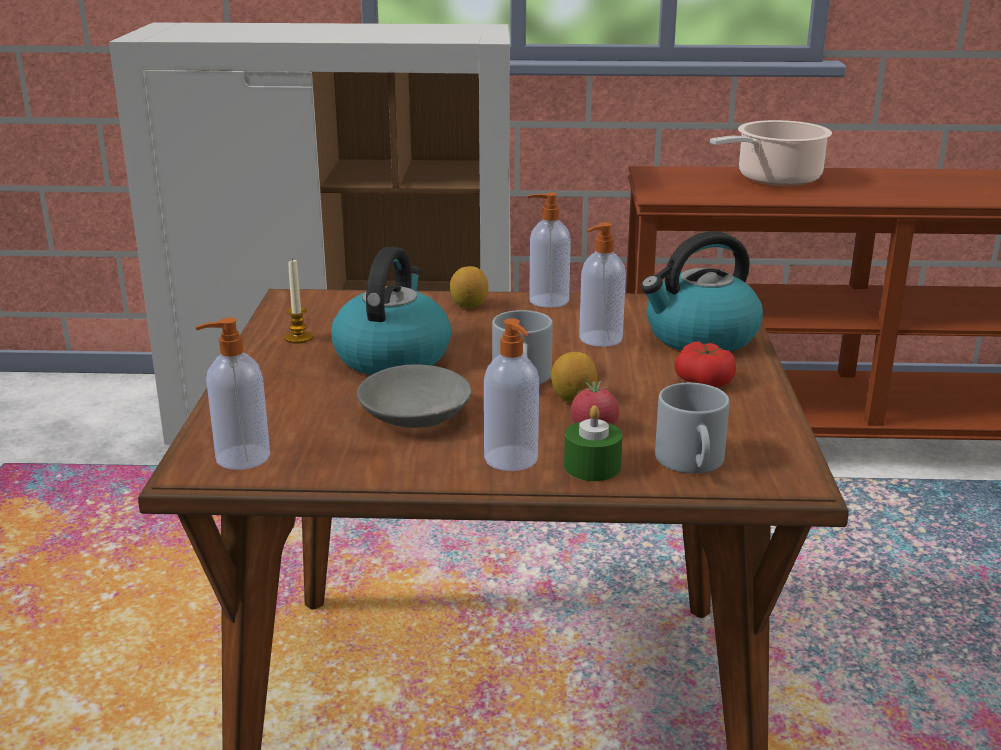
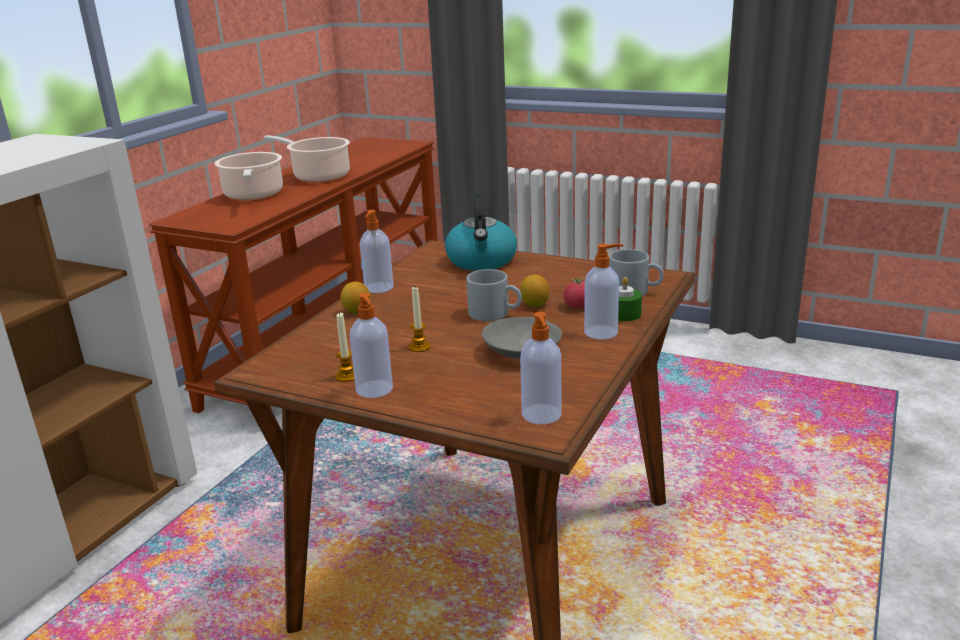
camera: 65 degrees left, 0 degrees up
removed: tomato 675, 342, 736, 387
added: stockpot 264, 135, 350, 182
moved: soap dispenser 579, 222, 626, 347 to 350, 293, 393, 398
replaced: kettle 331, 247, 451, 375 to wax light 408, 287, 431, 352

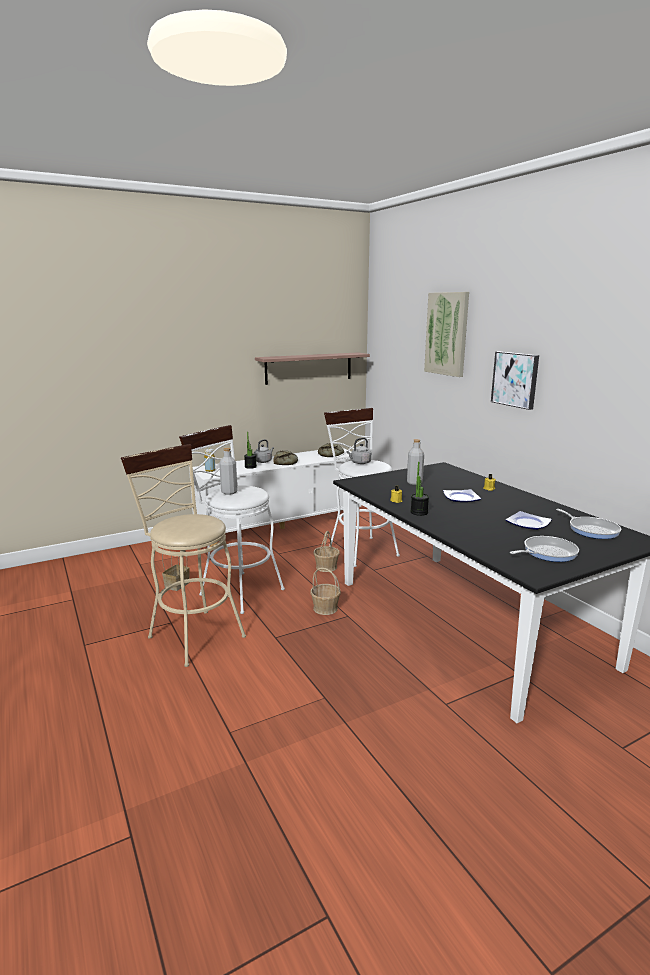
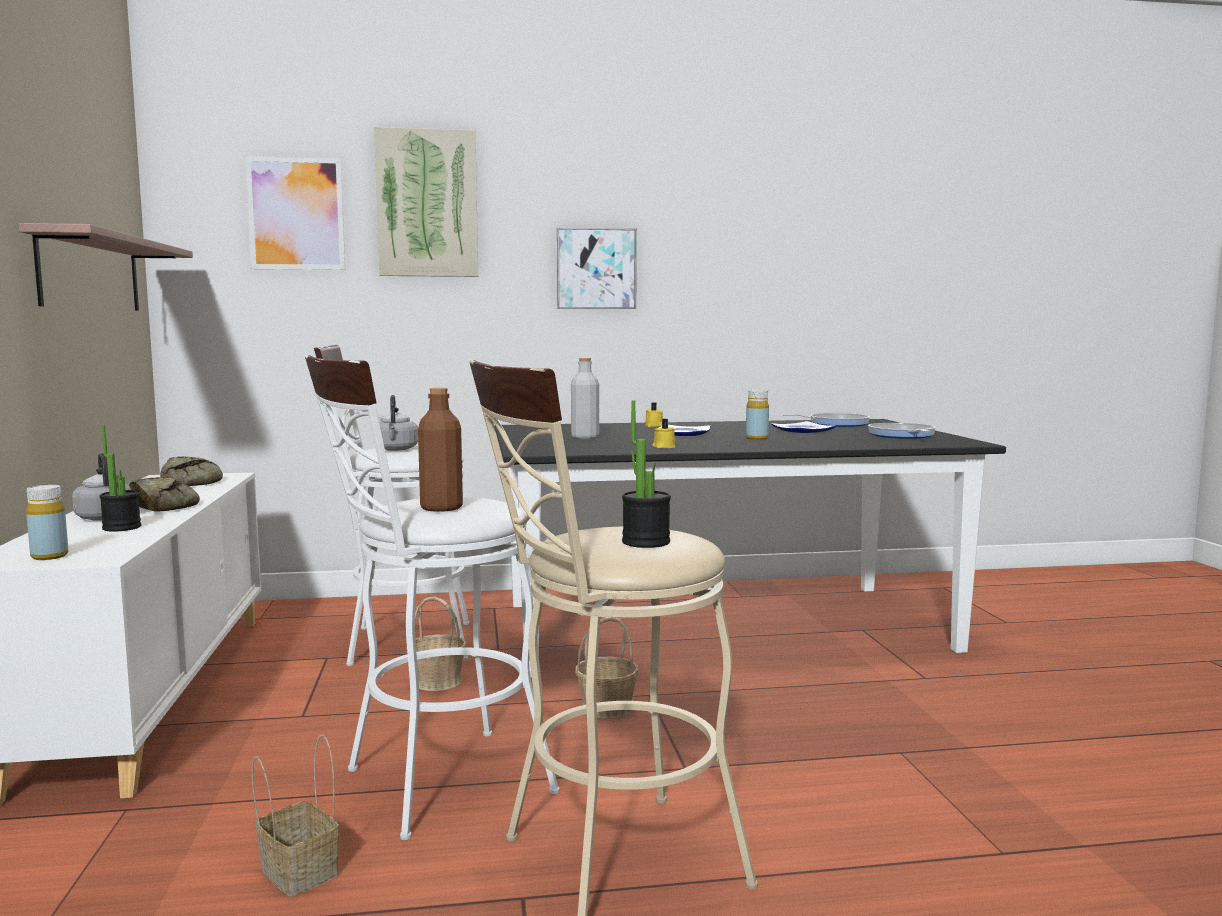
camera: 70 degrees left, 10 degrees down
added: wall picture 245, 156, 345, 270; bottle in yellow-coloured 746, 390, 769, 440
moved: plant in a pot 411, 462, 429, 516 to 622, 401, 671, 548
recoloured: bottle in grey 219, 448, 238, 495 to bottle in brown-coloured 418, 388, 463, 512

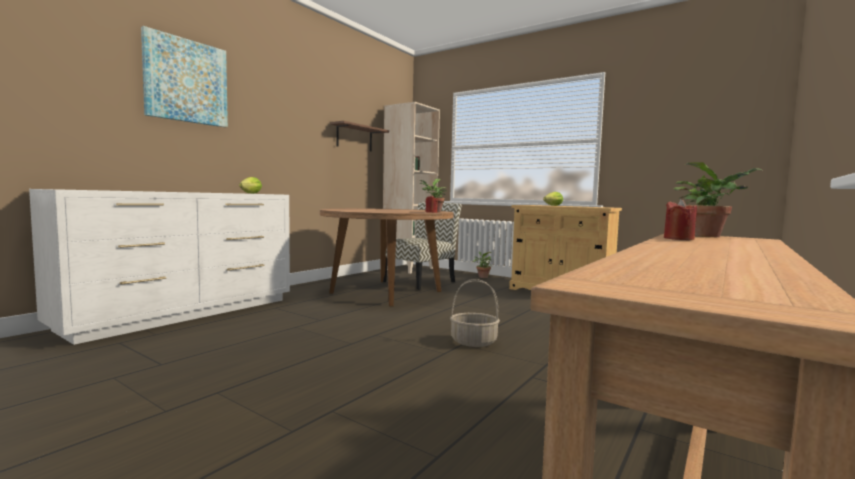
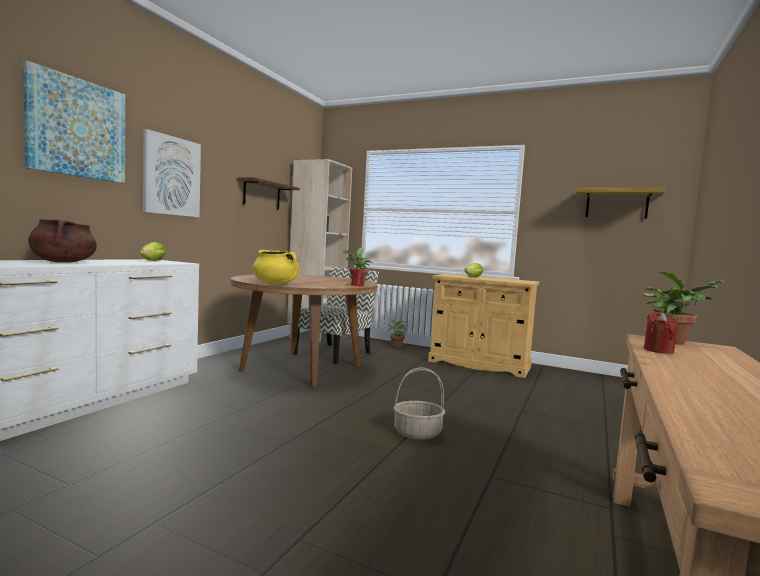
camera: 10 degrees left, 0 degrees up
added: stockpot in brown-coloured 28, 219, 97, 263; wall picture 143, 129, 201, 217; stockpot in yellow-coloured 253, 250, 300, 284; bracket shelf 576, 187, 666, 219

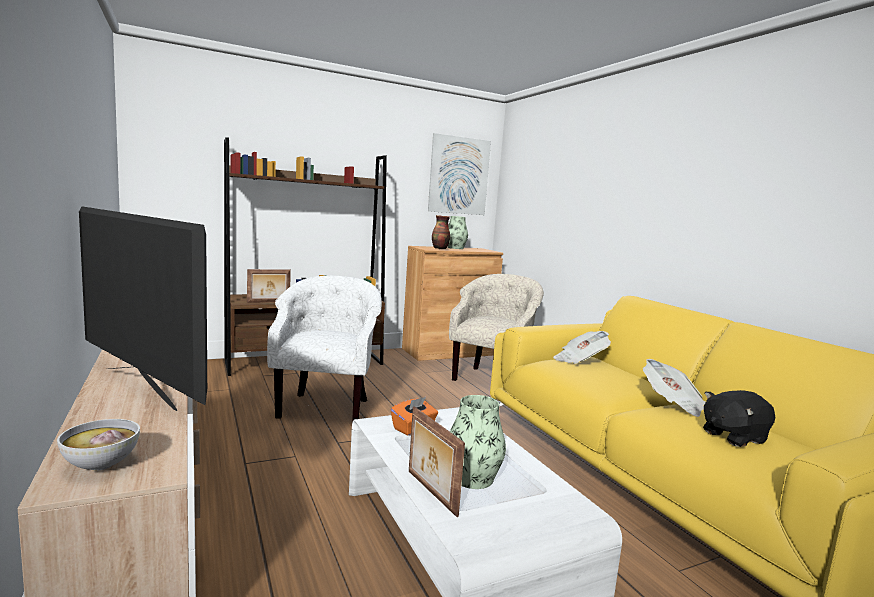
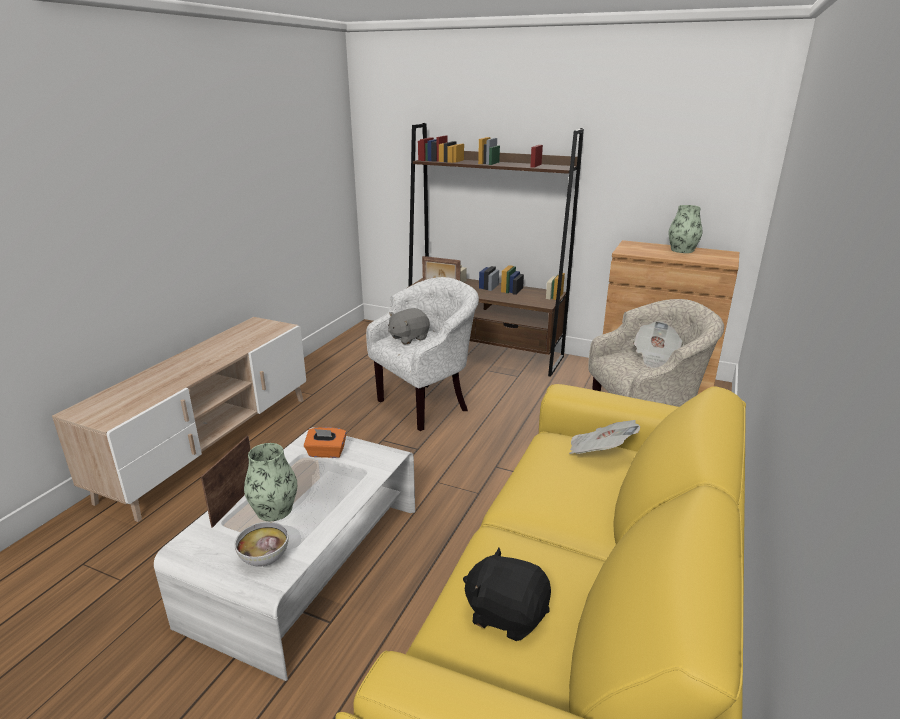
camera: 50 degrees right, 15 degrees up
removed: television 79, 206, 207, 411; wall picture 428, 133, 491, 215; flower vase 432, 215, 450, 249
added: plush toy in grey 388, 308, 430, 344
moved: serving bowl 57, 419, 140, 471 to 234, 522, 289, 567; printed paper 643, 359, 706, 417 to 633, 321, 684, 368

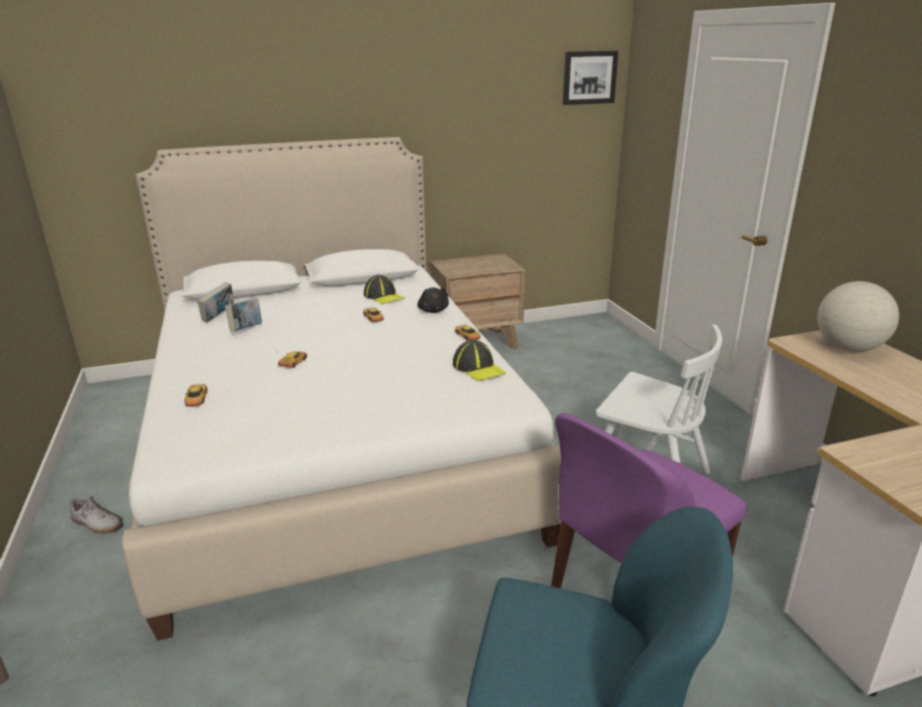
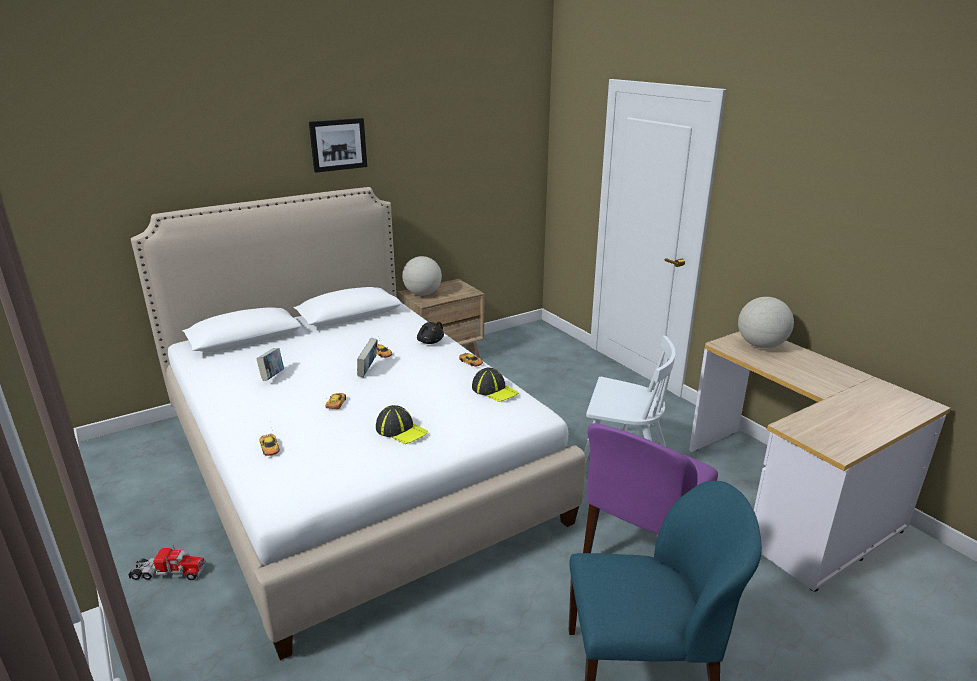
camera: 15 degrees left, 0 degrees up
added: desk globe 402, 256, 442, 296
moved: volume 197, 282, 234, 322 to 357, 338, 378, 377; baseball cap 364, 275, 405, 304 to 376, 405, 428, 444; wall picture 563, 51, 618, 105 to 309, 118, 367, 173
replaced: shoe 69, 496, 123, 533 to model truck 128, 545, 206, 580

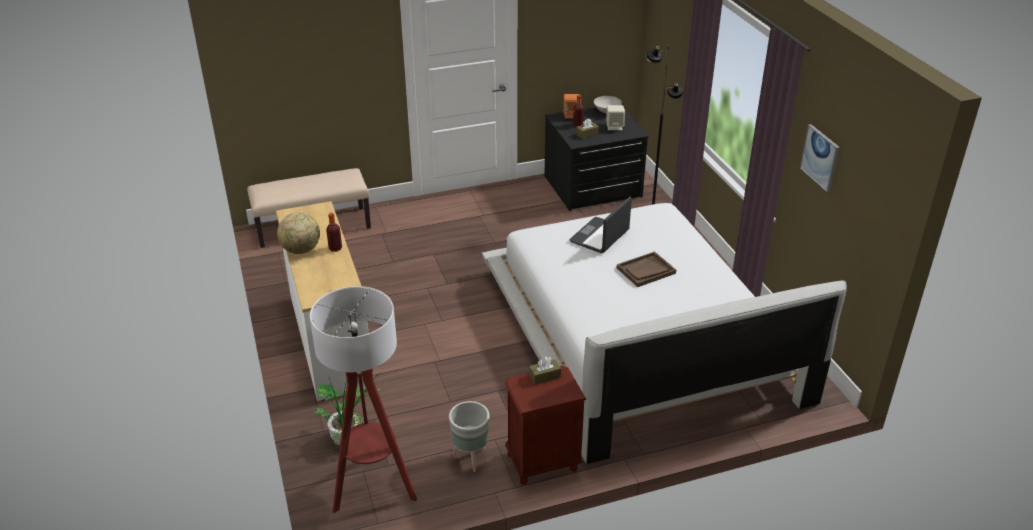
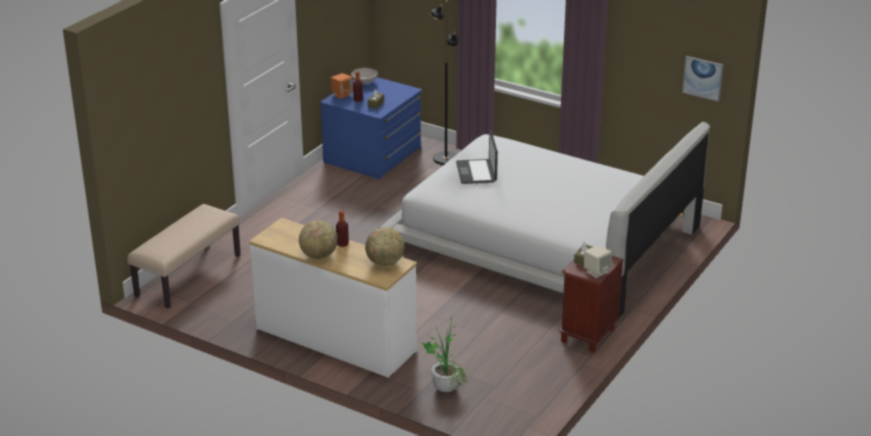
camera: 40 degrees left, 5 degrees down
removed: standing lamp 310, 286, 417, 513; flower pot in grey 449, 401, 490, 472; tray in brown-coloured 617, 251, 676, 287
added: desk globe 365, 227, 405, 266
moved: speaker in sand-coloured 606, 105, 625, 130 to 584, 245, 612, 278; wall picture 800, 124, 840, 192 to 682, 56, 724, 102
recoloured: drawer chest in black-coloured 544, 107, 649, 211 to drawer chest in bluish 320, 77, 422, 180

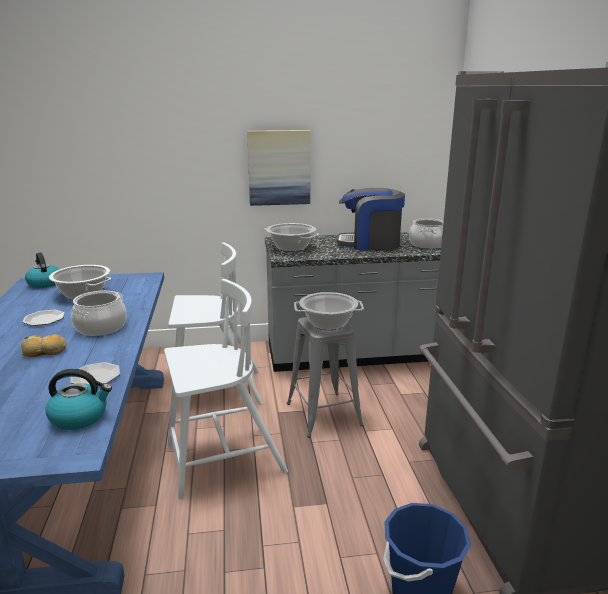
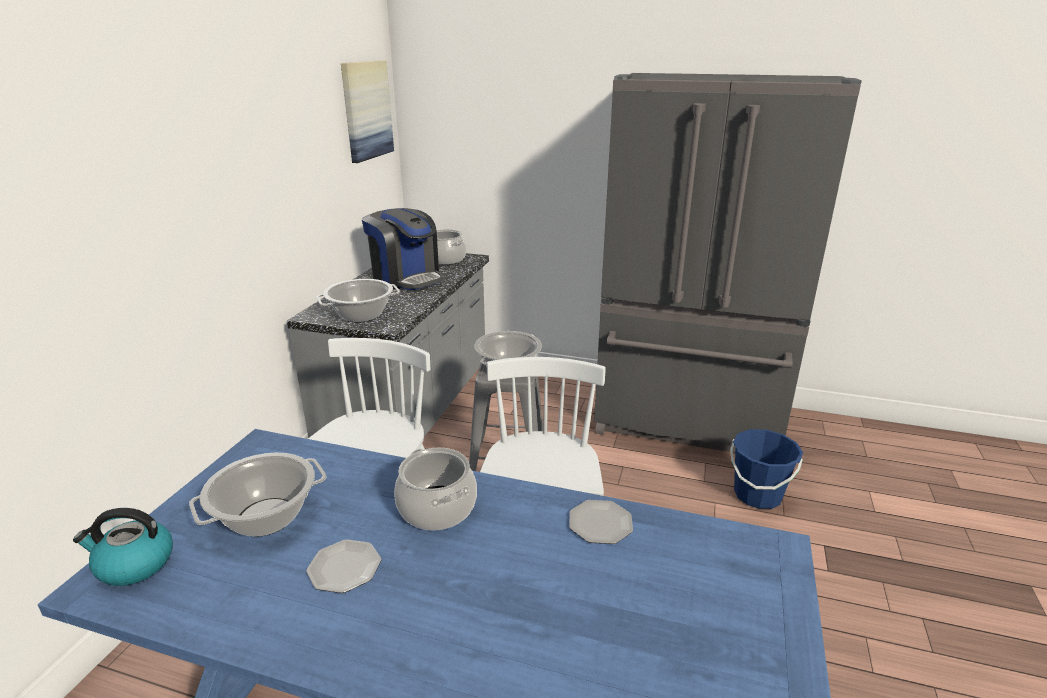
camera: 65 degrees left, 5 degrees up
removed: baked bread 21, 334, 67, 357; kettle 45, 369, 112, 430
moved: wall picture 247, 130, 311, 206 to 341, 60, 394, 163
turned: coffee brewer 337, 188, 405, 251 = 362, 208, 444, 290 75 degrees counterclockwise

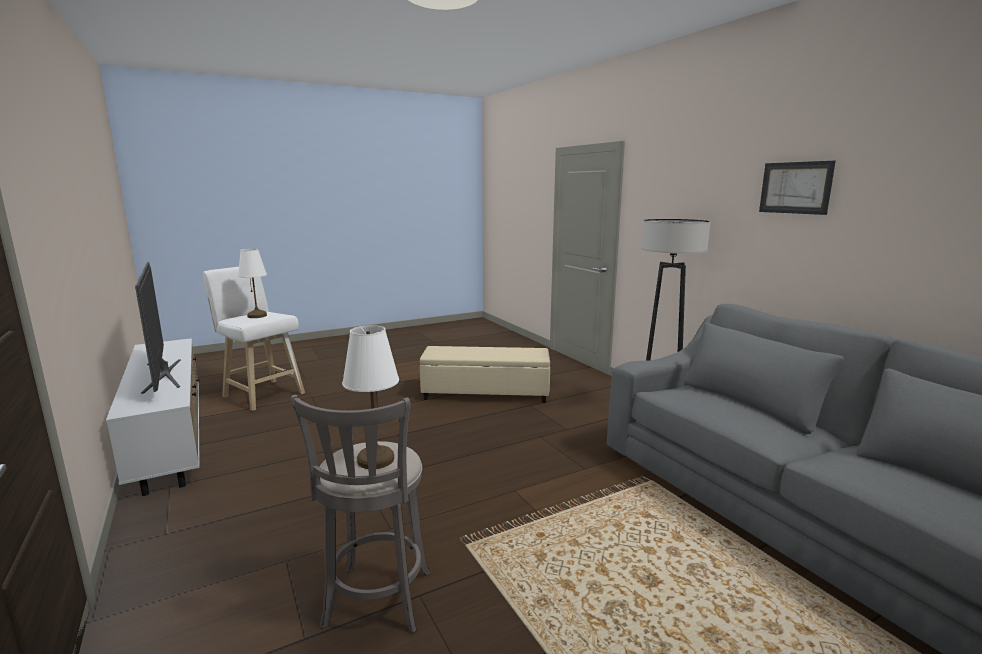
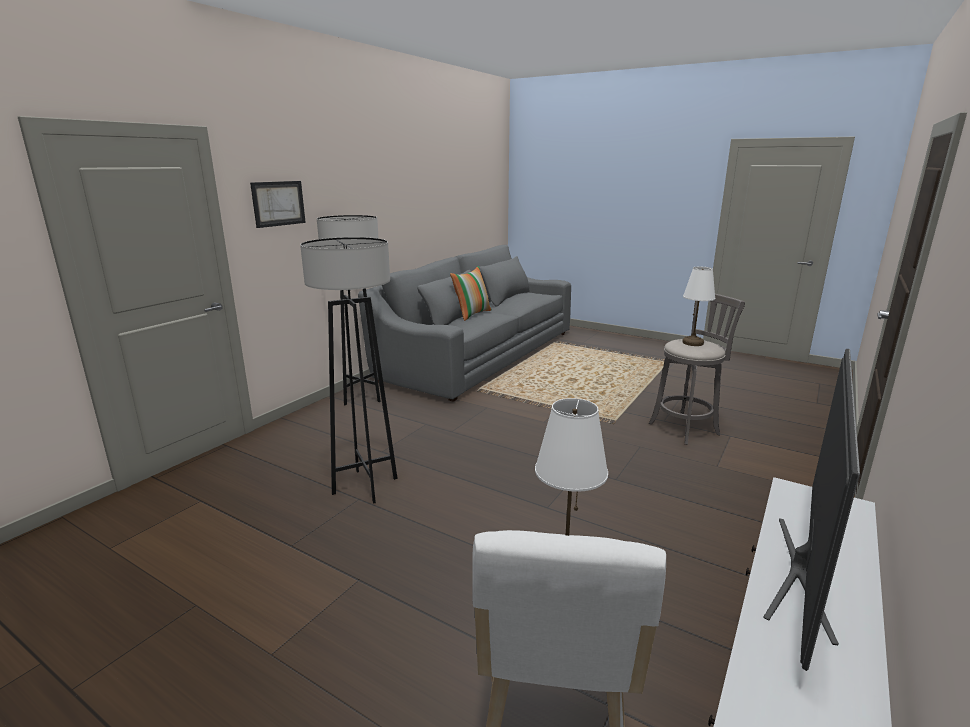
camera: 120 degrees left, 5 degrees up
added: throw pillow 450, 266, 492, 321
moved: wall picture 759, 161, 836, 215 to 250, 181, 306, 228
replaced: pouffe in sand-coloured 420, 346, 550, 403 to standing lamp in grey 300, 237, 398, 503

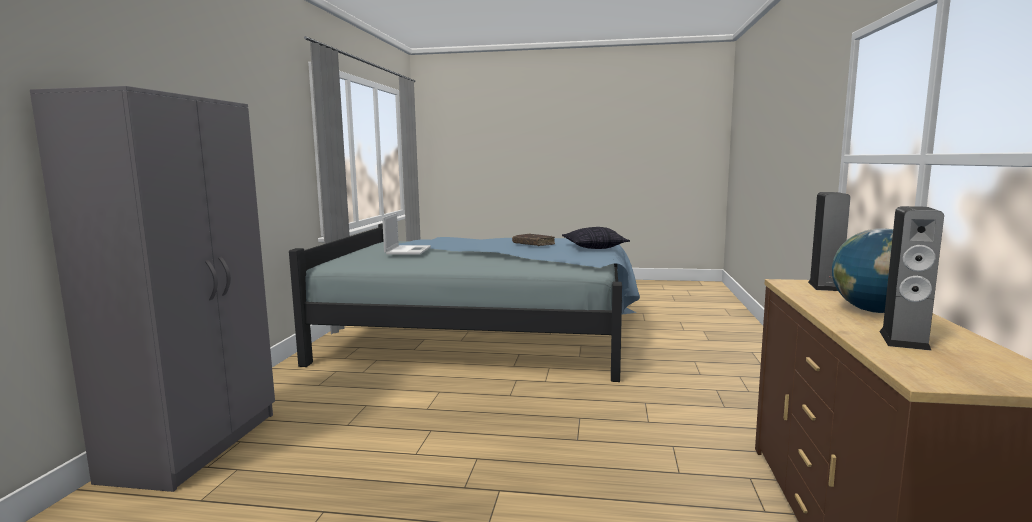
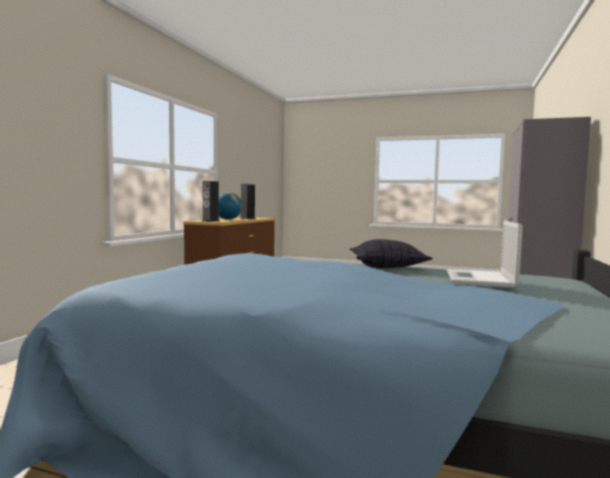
camera: 170 degrees left, 5 degrees down
removed: volume in brown-coloured 512, 233, 555, 246
moved: throw pillow 562, 227, 630, 249 to 349, 239, 433, 268

